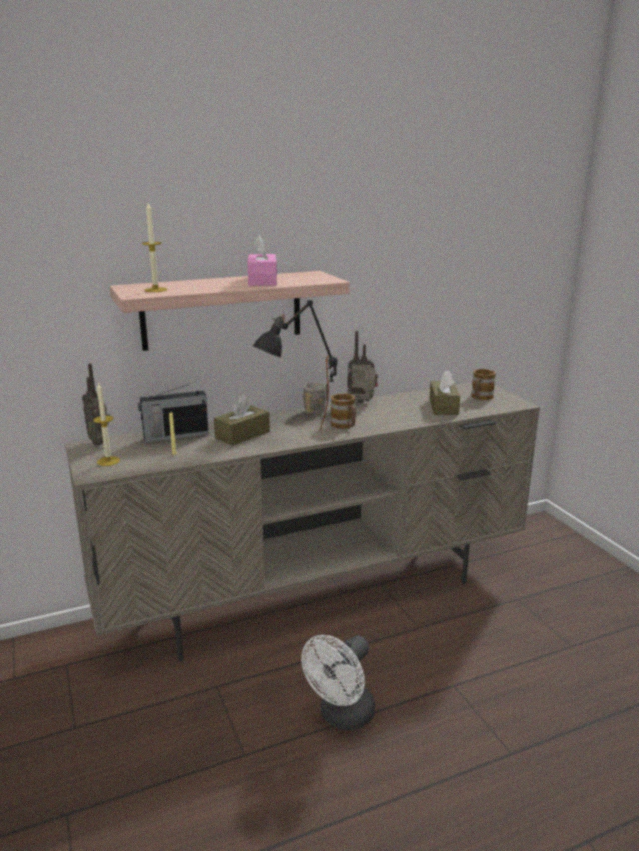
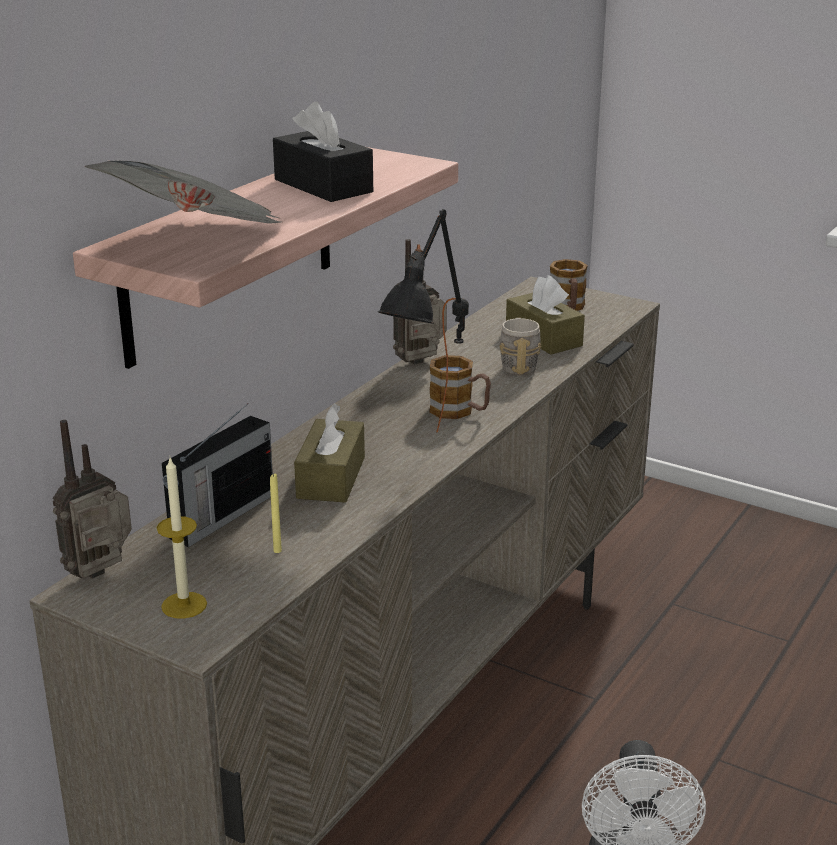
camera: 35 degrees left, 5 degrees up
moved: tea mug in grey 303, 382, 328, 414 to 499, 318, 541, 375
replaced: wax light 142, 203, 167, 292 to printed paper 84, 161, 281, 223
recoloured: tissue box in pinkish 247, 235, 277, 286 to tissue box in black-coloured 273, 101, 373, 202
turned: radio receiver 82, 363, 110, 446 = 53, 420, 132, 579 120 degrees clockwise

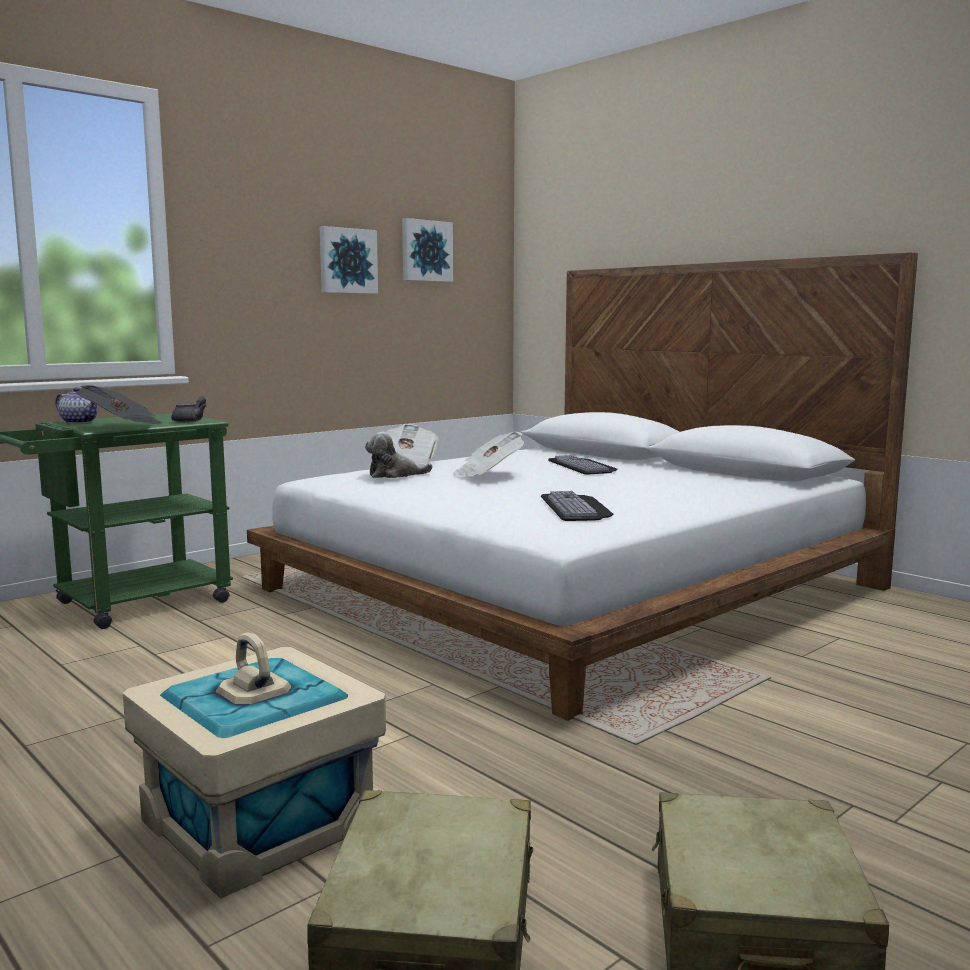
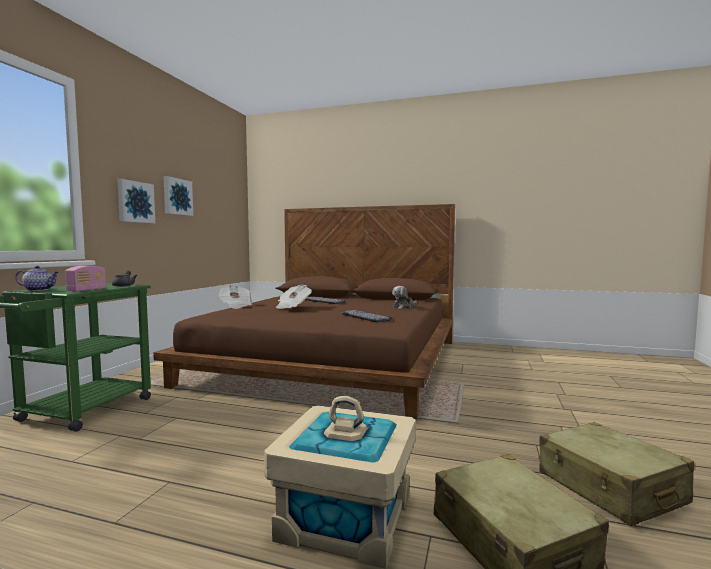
camera: 30 degrees left, 5 degrees down
moved: plush toy 365, 432, 433, 478 to 392, 286, 417, 309; wall picture 402, 218, 453, 282 to 117, 179, 155, 224
replaced: printed paper 76, 385, 163, 424 to radio receiver 65, 266, 106, 292
recoloured: sleeping bed in whitish 247, 252, 918, 721 to sleeping bed in brown-coloured 153, 204, 455, 420

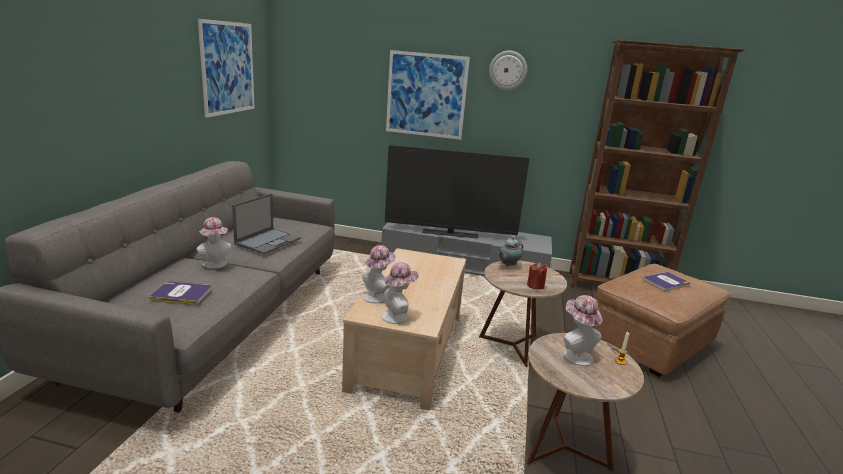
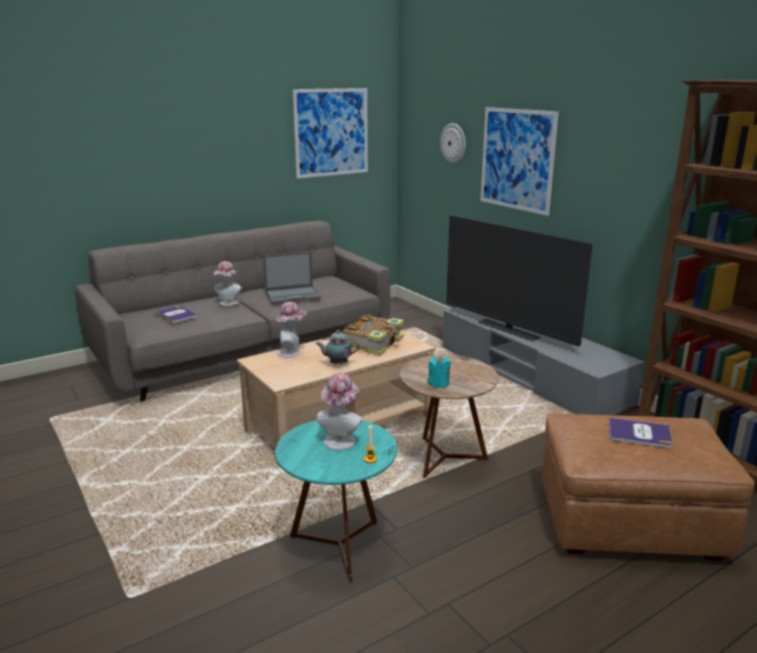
camera: 45 degrees right, 0 degrees up
removed: wearable hat 382, 262, 419, 324
added: volume 342, 315, 404, 355
moved: hanging clock 489, 51, 527, 90 to 440, 123, 466, 164; pot for tea 498, 236, 523, 266 to 316, 330, 359, 365
recoloured: wax light in reddish 527, 263, 547, 289 to wax light in blue-green 428, 356, 451, 388; side table in brown-coloured 527, 333, 644, 472 to side table in blue-green 275, 420, 397, 582

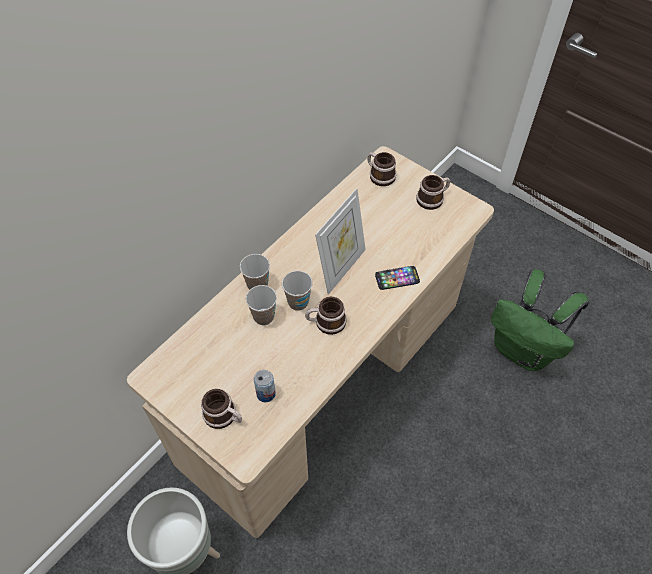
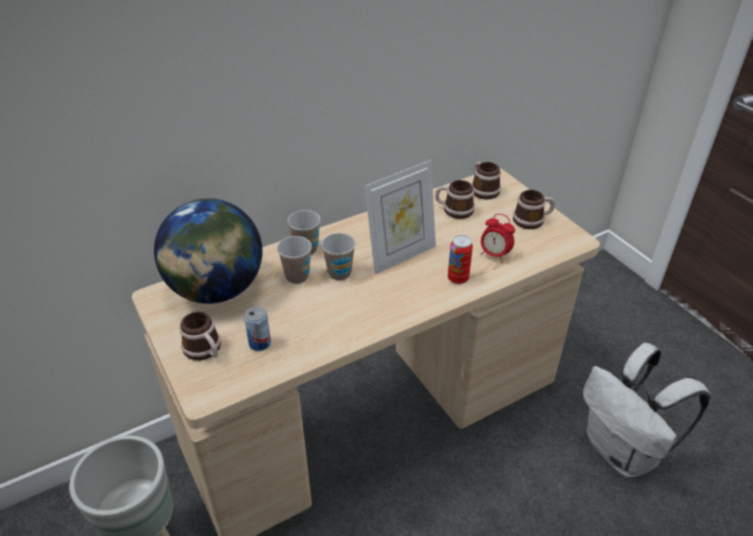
camera: 20 degrees right, 15 degrees down
added: desk globe 154, 198, 262, 304; table clock 481, 214, 515, 263
moved: tea mug 305, 297, 347, 335 to 435, 180, 475, 219
replaced: telephone 375, 266, 420, 290 to metal can 448, 235, 473, 284
recoloured: rucksack in greenish 491, 269, 590, 371 to rucksack in whitish 583, 342, 710, 478

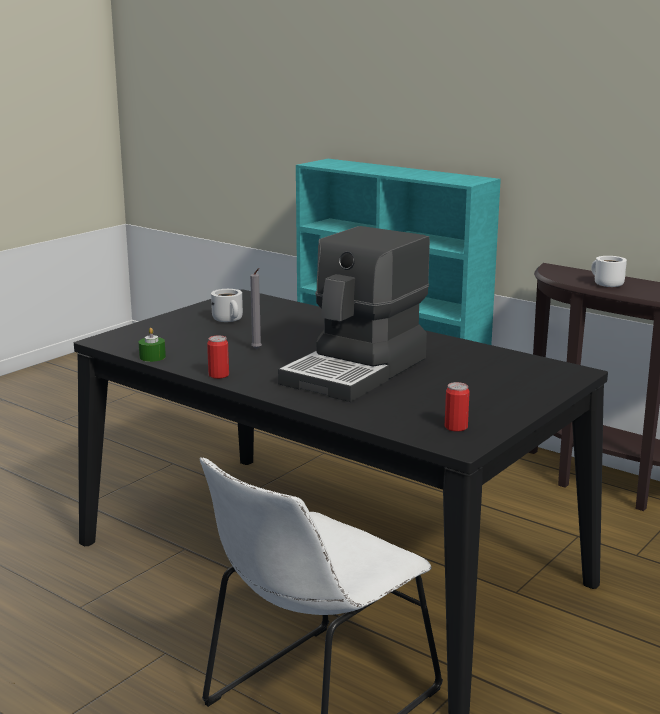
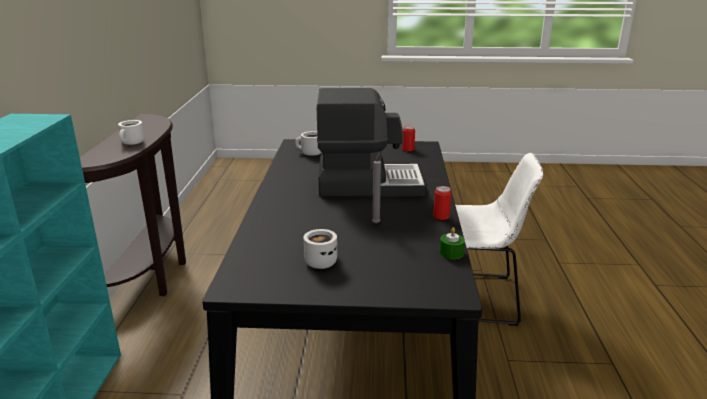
camera: 125 degrees left, 5 degrees up
added: tea mug in whitish 295, 131, 322, 156

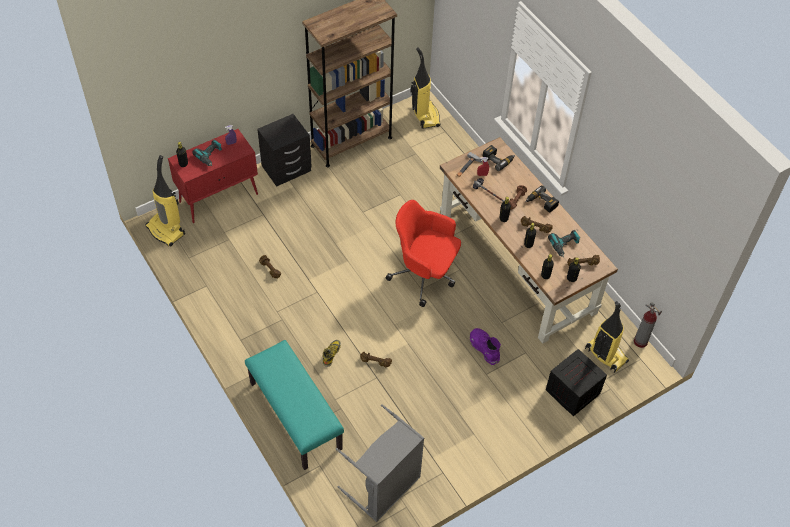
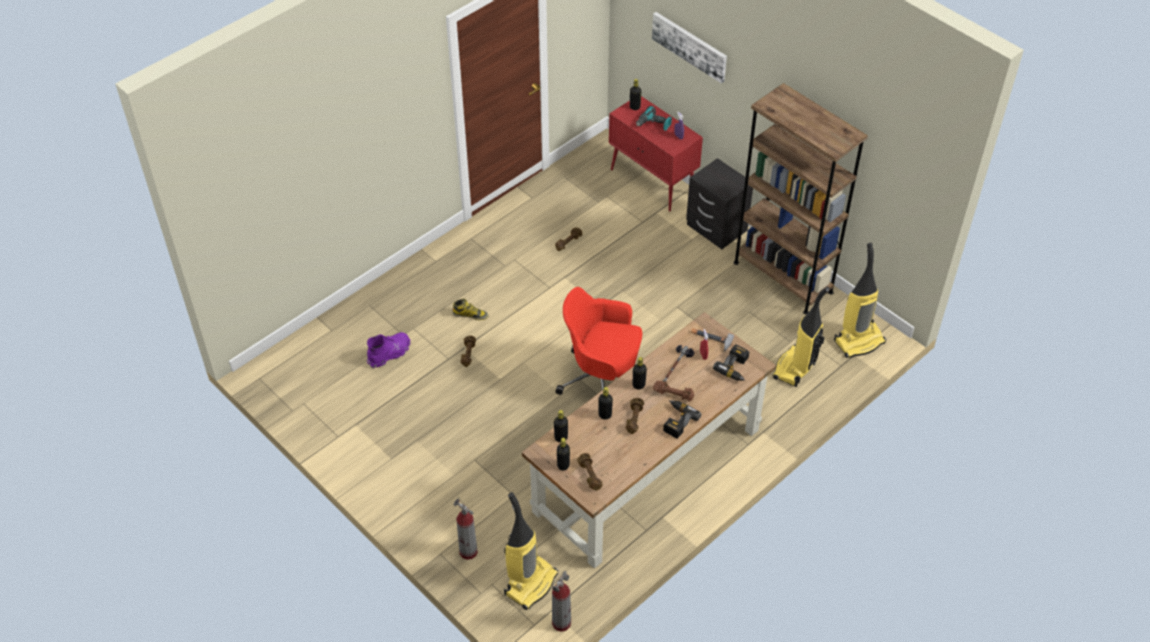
camera: 80 degrees right, 5 degrees down
removed: bench in blue-green 245, 340, 344, 470; laundry basket in grey 336, 404, 424, 522; power drill 548, 230, 580, 257
added: wall picture 652, 12, 727, 83
moved: hoover 146, 155, 185, 246 to 773, 287, 830, 387; boot in purple 470, 328, 501, 365 to 367, 332, 411, 368
replaced: crate 546, 349, 607, 416 to extinguisher 454, 497, 478, 560
turned: office chair in reddish 386, 200, 461, 307 = 555, 287, 642, 395 90 degrees counterclockwise

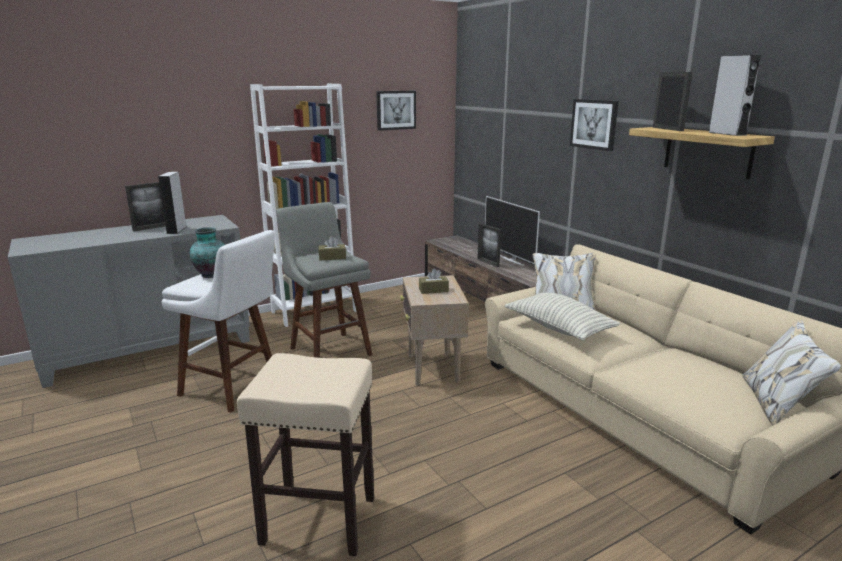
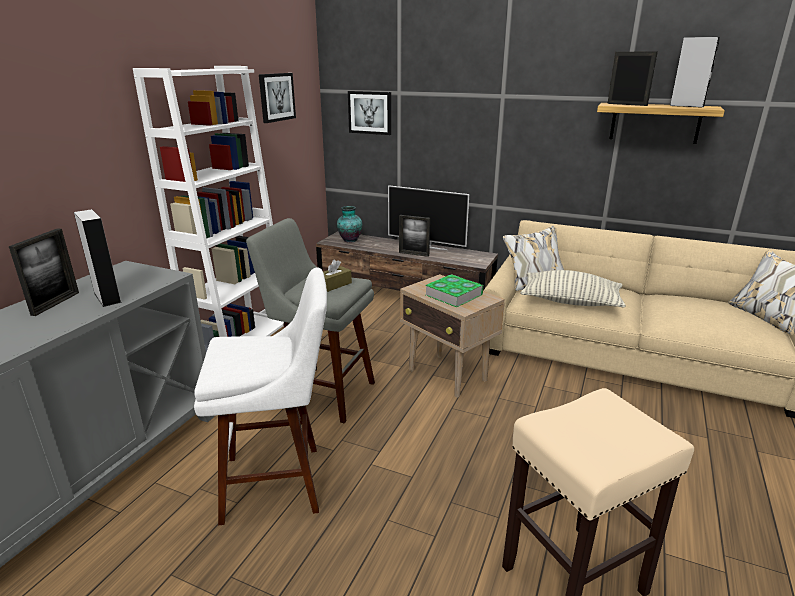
camera: 35 degrees left, 5 degrees up
moved: flower vase 190, 227, 225, 278 to 337, 206, 362, 242; wall picture 570, 99, 618, 151 to 348, 91, 391, 135
replaced: tissue box in brown-coloured 419, 269, 449, 294 to volume 425, 274, 483, 307

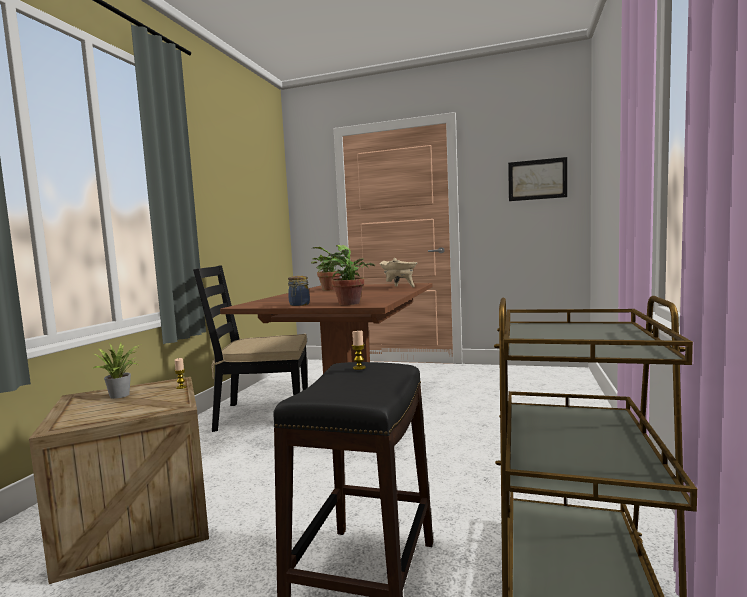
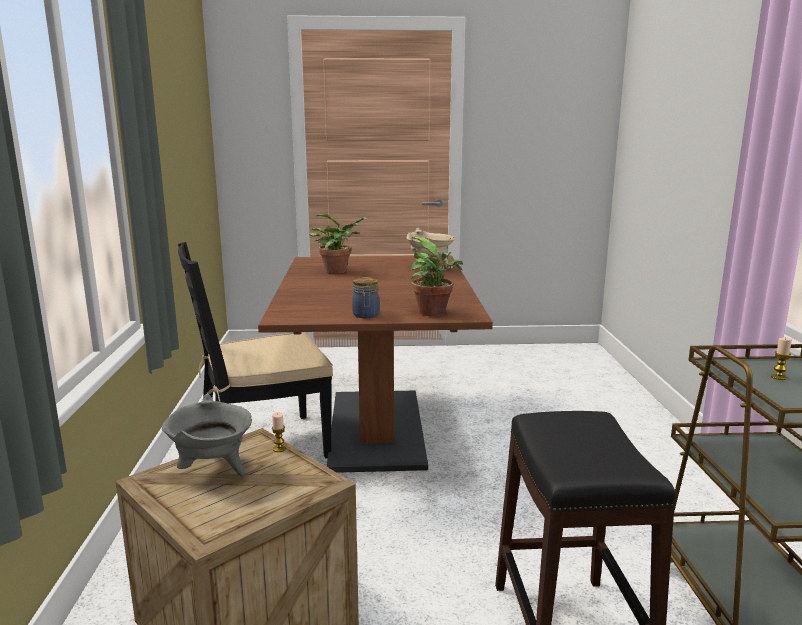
camera: 20 degrees left, 10 degrees up
removed: wall picture 508, 157, 567, 201
moved: wax light 352, 330, 366, 370 to 771, 338, 792, 380
replaced: plant in a pot 93, 343, 142, 399 to stockpot in grey 162, 394, 252, 476

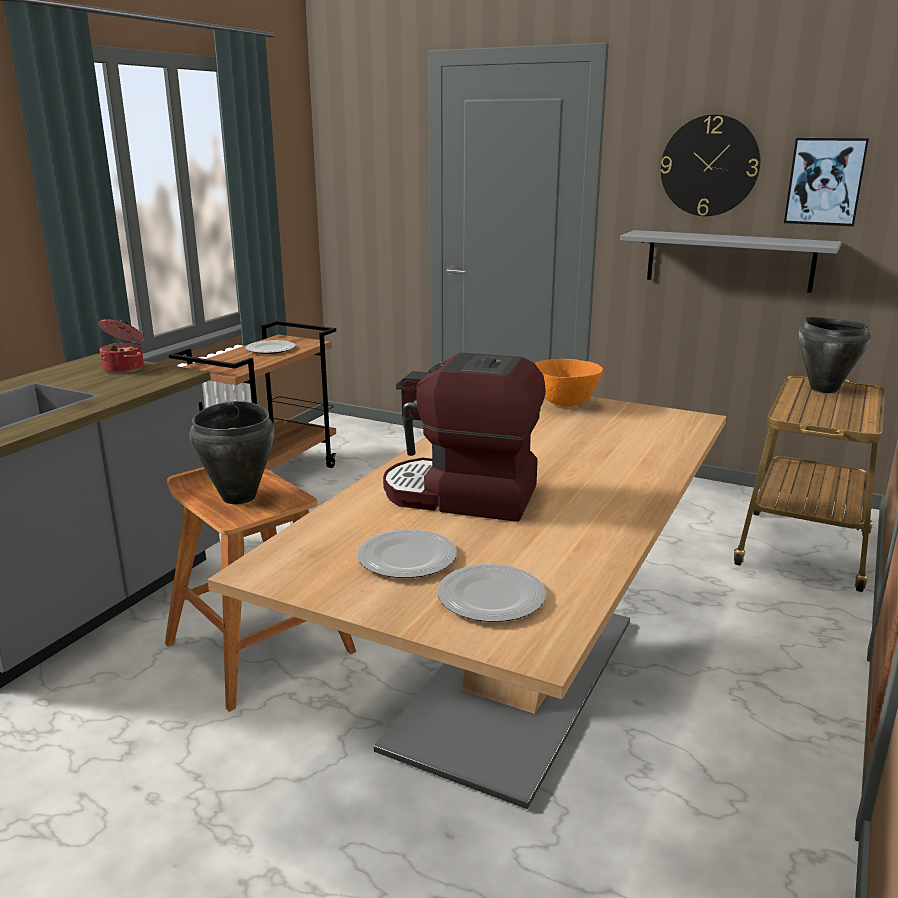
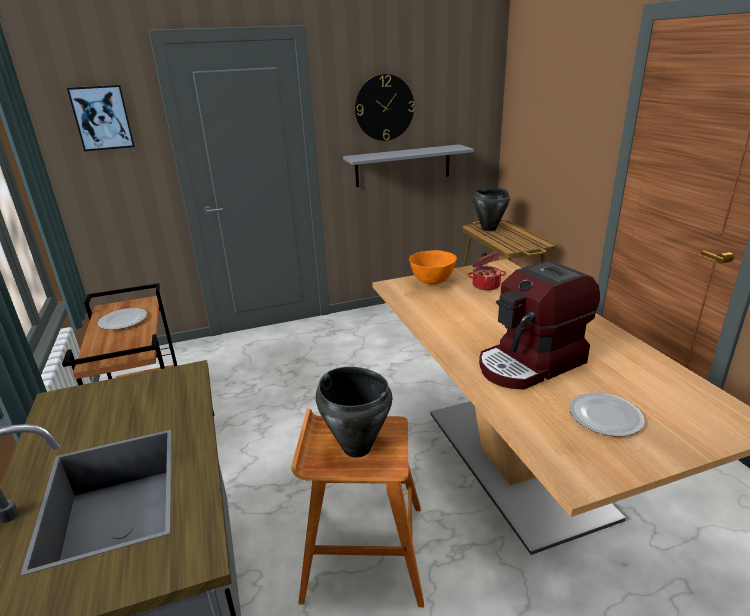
camera: 45 degrees left, 5 degrees up
removed: flat dish 437, 564, 546, 622
moved: stockpot 99, 319, 144, 373 to 467, 252, 506, 291; wall picture 784, 138, 869, 226 to 67, 85, 135, 151

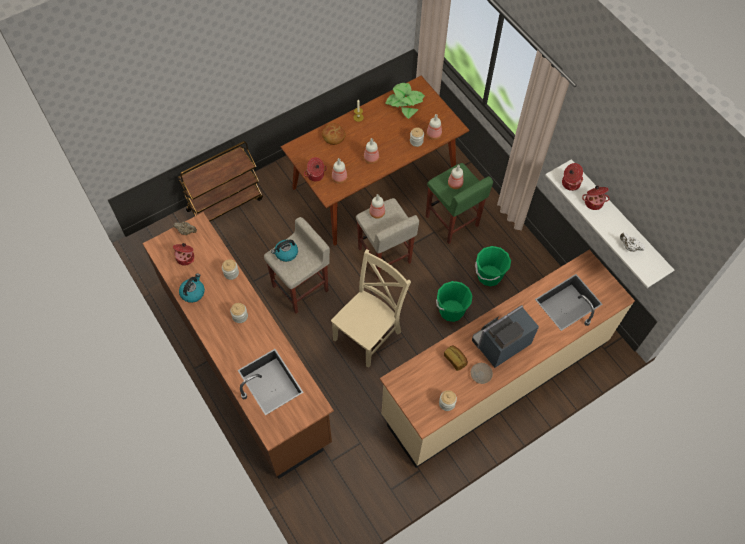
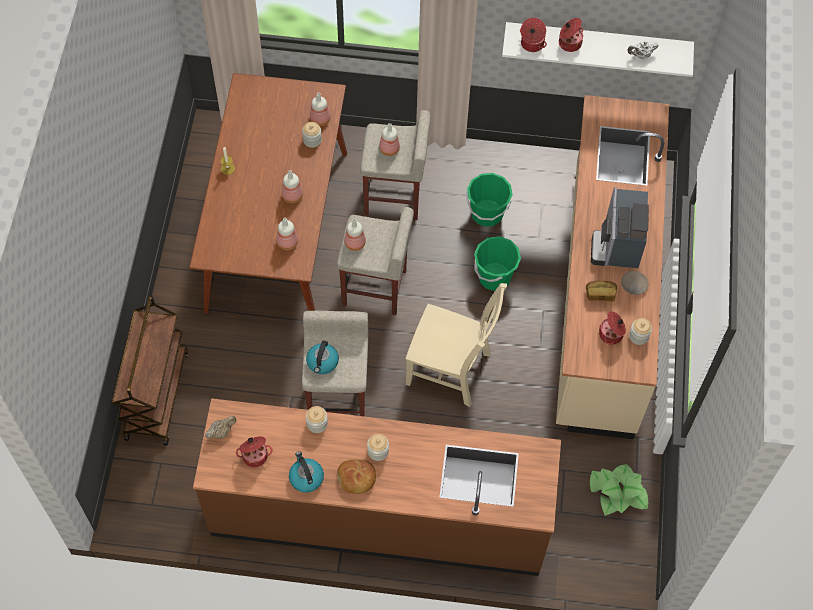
camera: 50 degrees left, 0 degrees up
moved: stockpot 304, 157, 327, 181 to 599, 311, 626, 345; baked bread 322, 123, 346, 145 to 337, 460, 376, 494; plant in a pot 385, 83, 425, 119 to 590, 464, 648, 516
recoloured: sitting stool in greenish 426, 163, 493, 244 to sitting stool in sand-coloured 360, 110, 431, 220
turned: chair in sand-coloured 331, 249, 411, 368 = 406, 283, 507, 407 120 degrees clockwise

